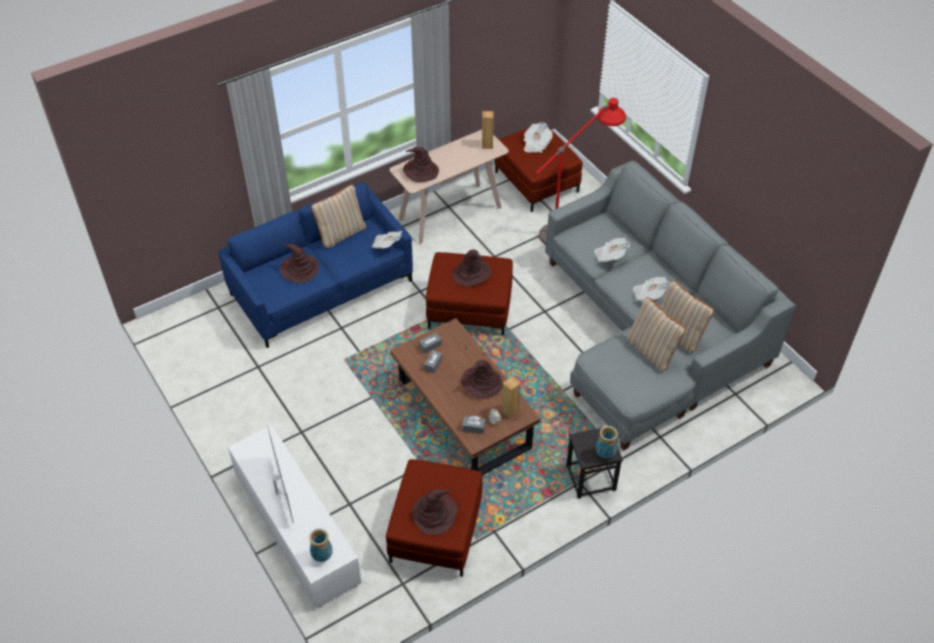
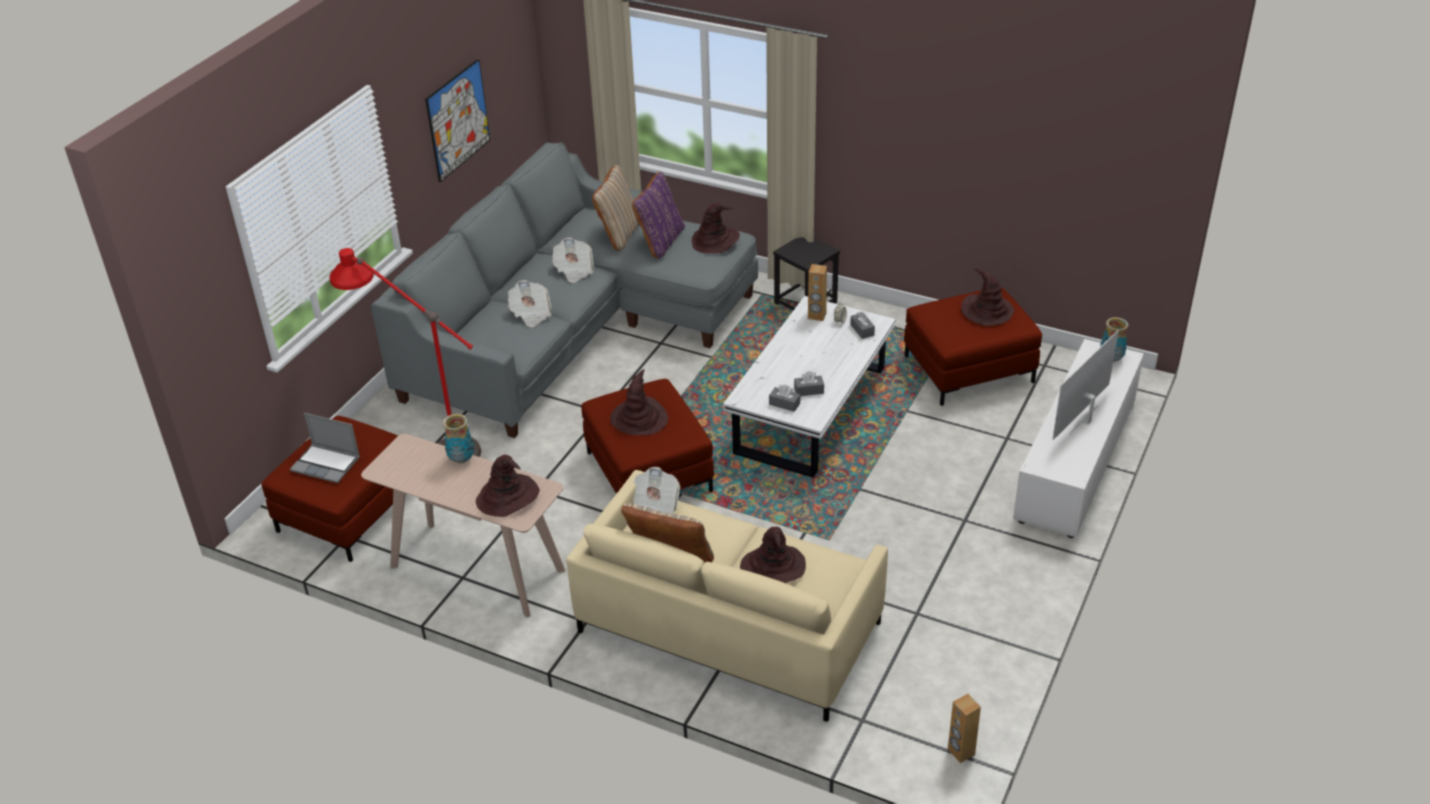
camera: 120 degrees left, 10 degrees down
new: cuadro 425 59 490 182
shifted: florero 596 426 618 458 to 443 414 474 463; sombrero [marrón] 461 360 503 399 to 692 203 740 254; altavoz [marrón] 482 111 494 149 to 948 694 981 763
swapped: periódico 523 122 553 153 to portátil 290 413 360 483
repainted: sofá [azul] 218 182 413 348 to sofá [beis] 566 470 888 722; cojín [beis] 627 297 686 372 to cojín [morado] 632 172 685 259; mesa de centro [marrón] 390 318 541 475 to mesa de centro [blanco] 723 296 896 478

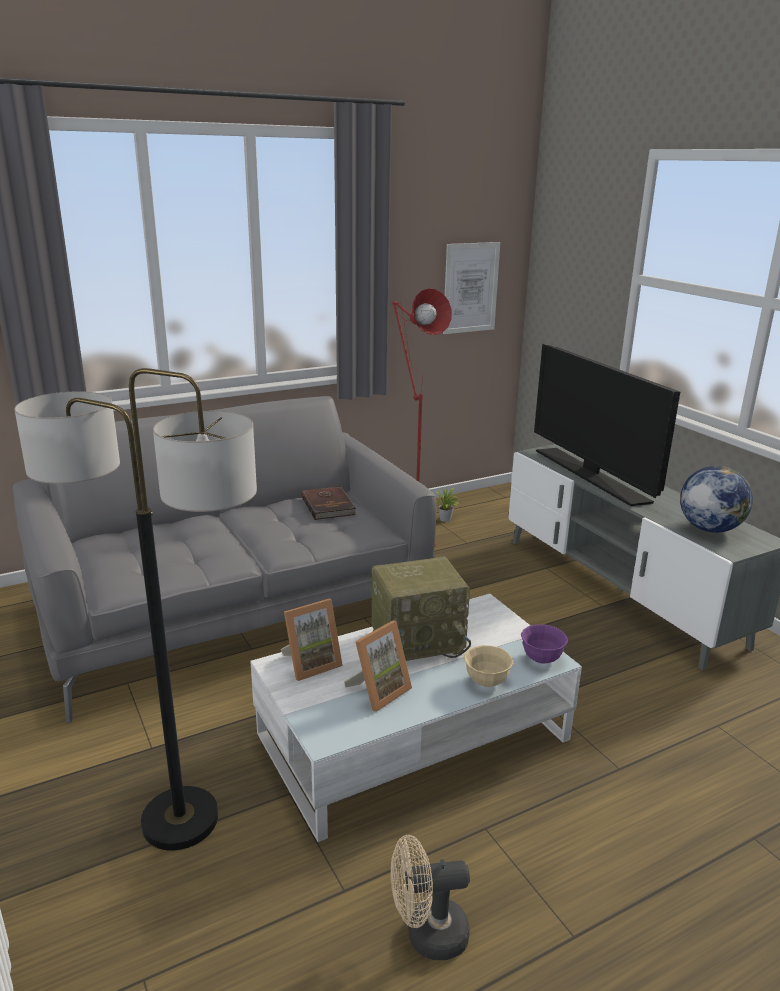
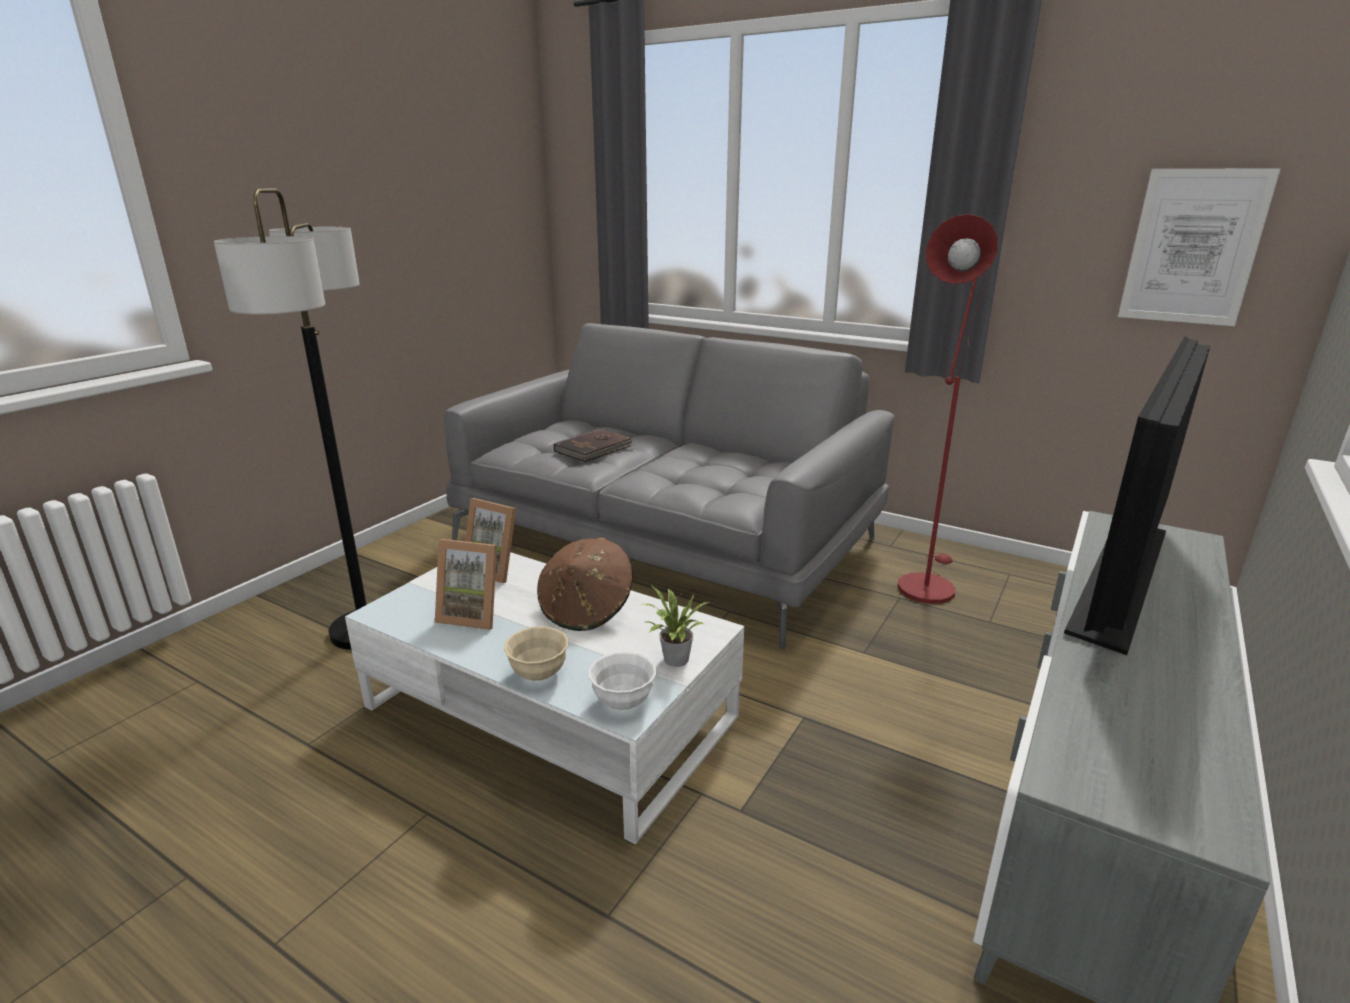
camera: 60 degrees right, 0 degrees up
gone: ventilador [beis] 391 835 470 960; globo terráqueo 680 466 753 533
shifted: libro [marrón] 301 487 356 520 to 554 429 634 462; planta en maceta 433 487 461 522 to 639 585 709 667
swapped: radio 372 557 471 661 to sombrero [marrón] 537 537 633 631
repainted: cuenco [morado] 521 624 568 664 to cuenco [blanco] 588 652 657 710

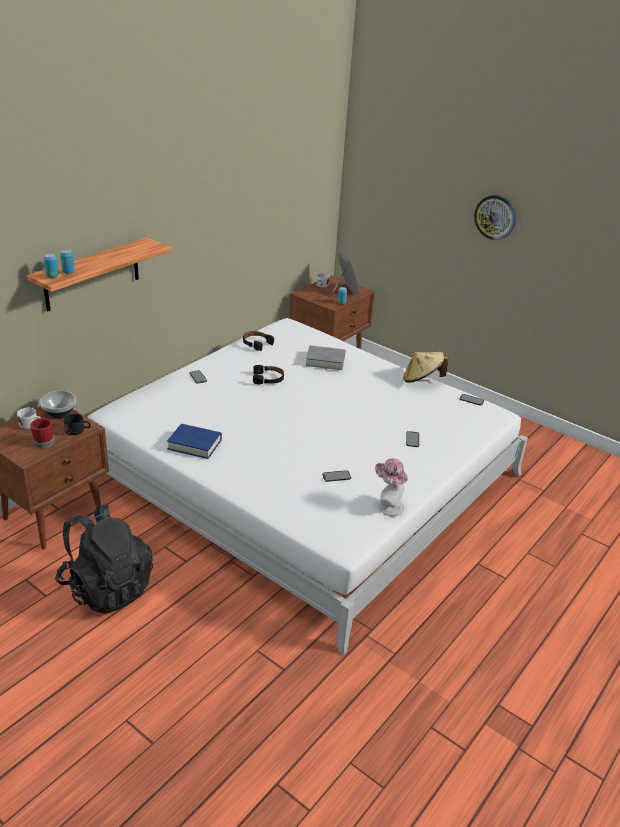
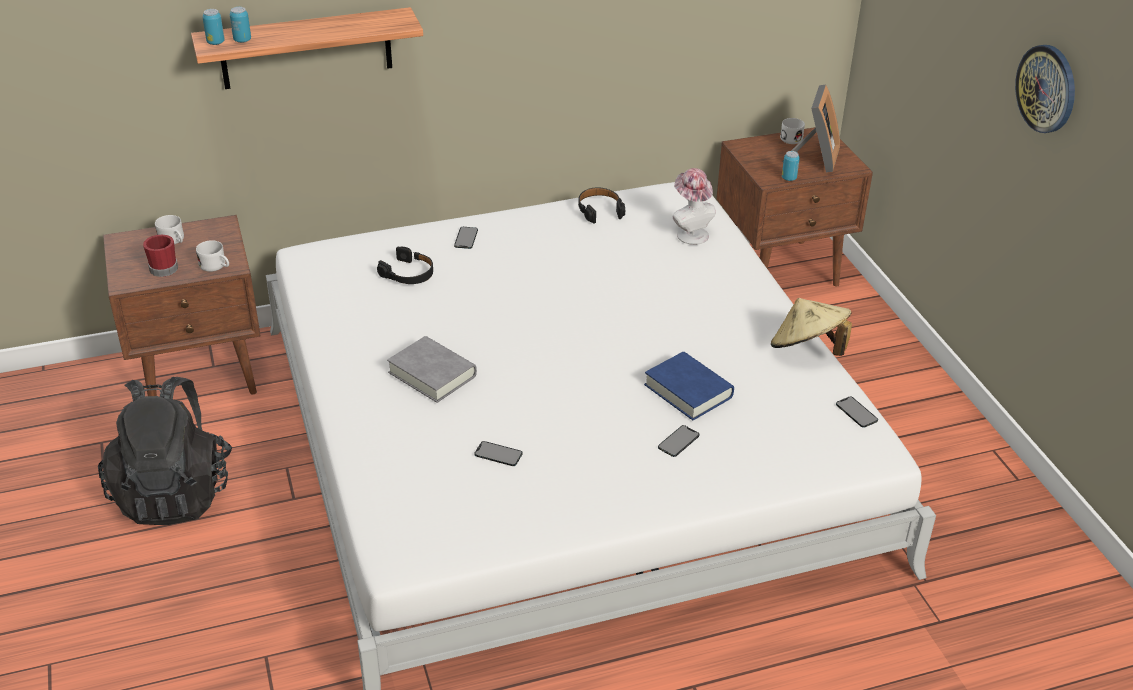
camera: 35 degrees right, 5 degrees up
gone: cuenco 40 391 76 419
shifted: auriculares [negro] 253 365 284 384 to 377 246 433 284; libro [gris] 306 345 346 370 to 387 336 477 403; libro [azul] 167 424 222 459 to 644 352 734 420; sombrero 375 458 408 516 to 673 168 716 245
repainted: taza grande [negro] 64 414 91 435 to taza grande [blanco] 196 240 229 272

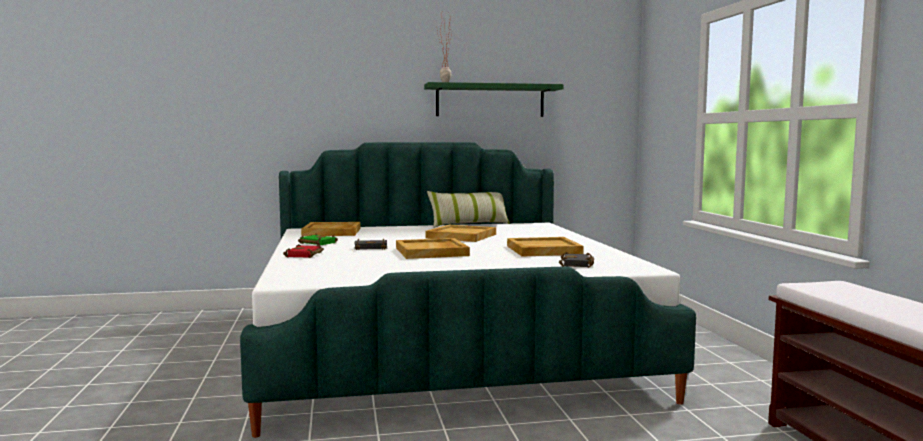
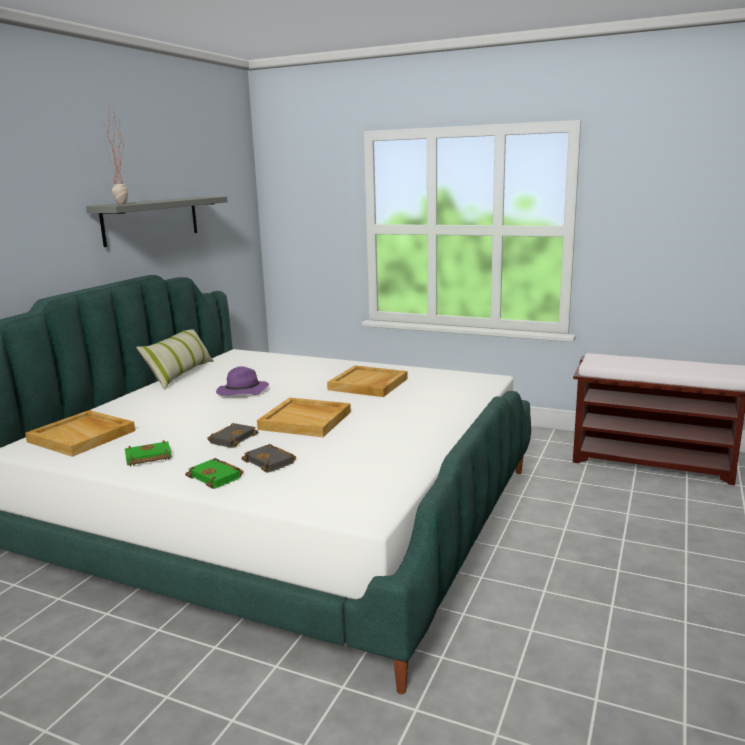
camera: 55 degrees left, 10 degrees up
shifted: libro [negro] 559 252 594 268 to 241 444 296 473
swapped: bandeja [beis] 425 225 496 242 to sombrero [morado] 216 366 269 396
repainted: estante [verde] 424 82 564 117 to estante [gris] 86 196 228 247; libro [rojo] 283 244 324 258 to libro [verde] 185 458 244 489

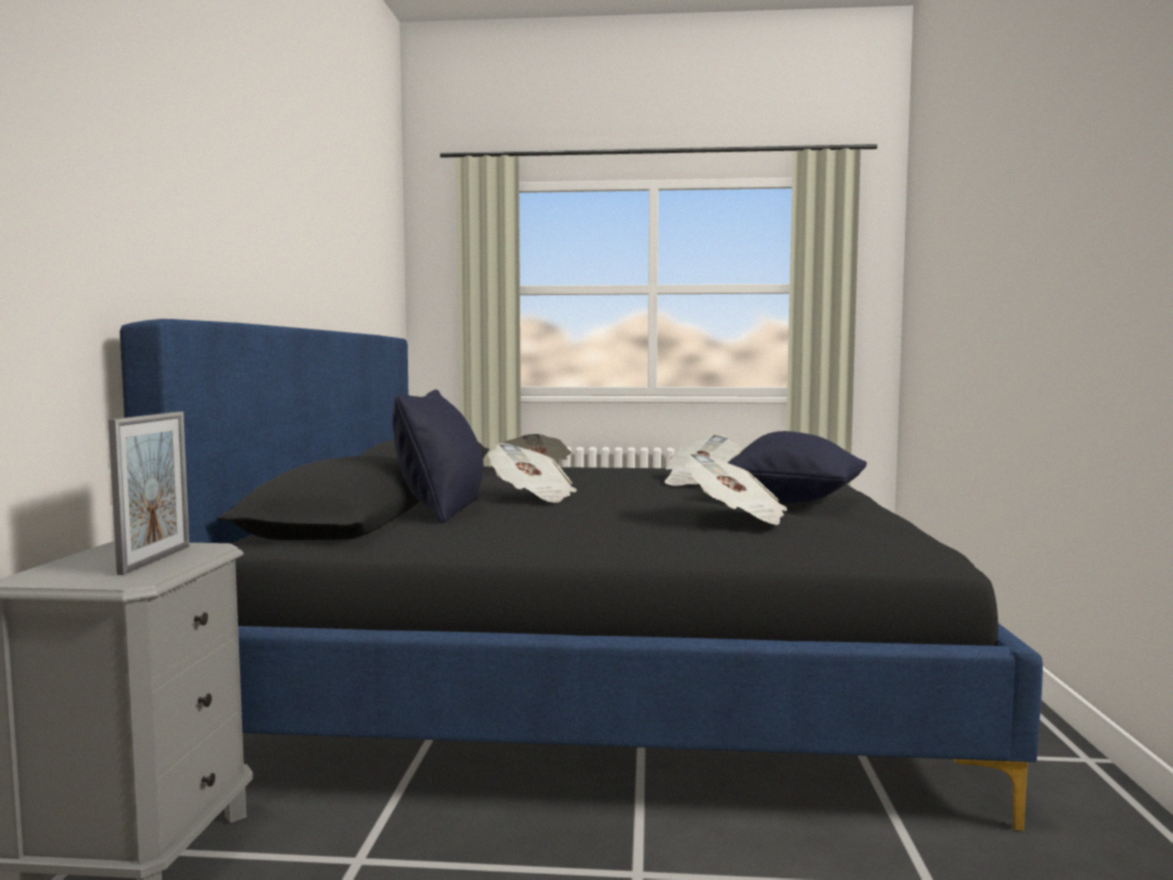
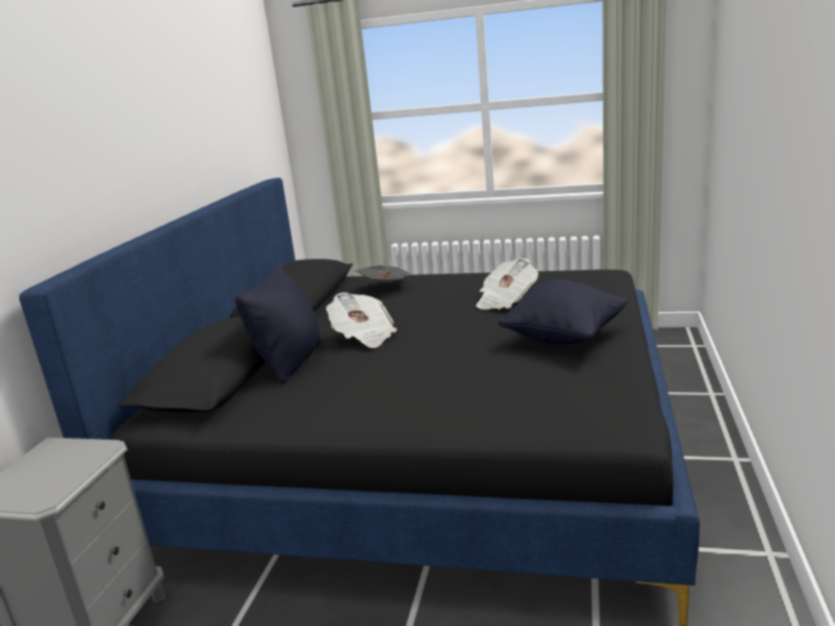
camera: 10 degrees right, 15 degrees up
gone: portarretratos 108 412 190 575; periódico 685 453 787 525

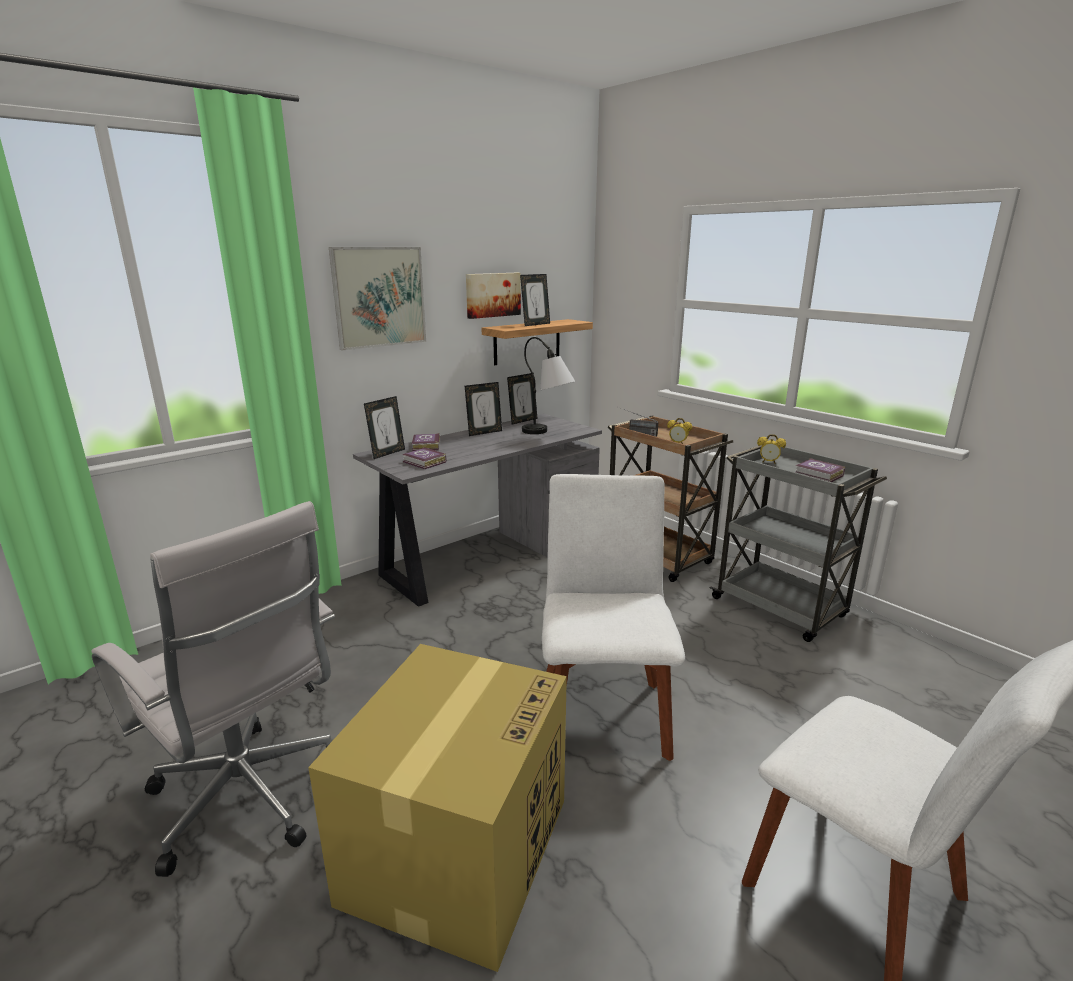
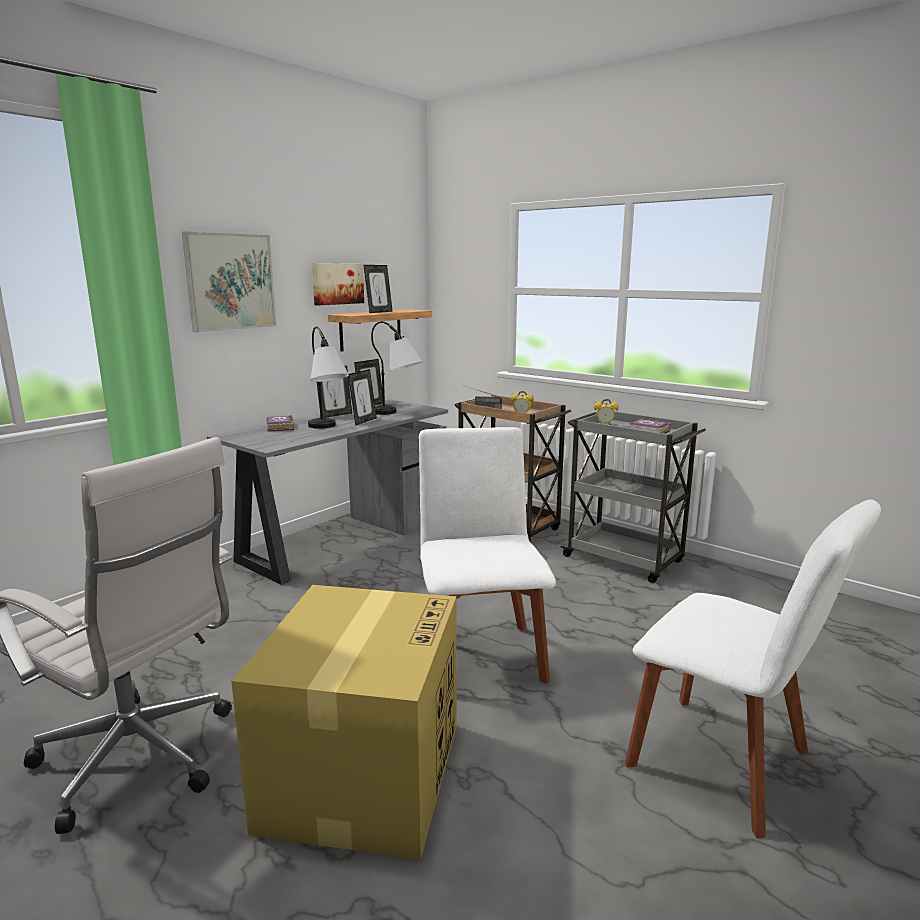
camera: 10 degrees left, 5 degrees down
gone: libro 402 447 446 469
new: lámpara de mesa 308 326 349 429
shifted: portarretratos 364 396 405 459 to 348 369 377 426

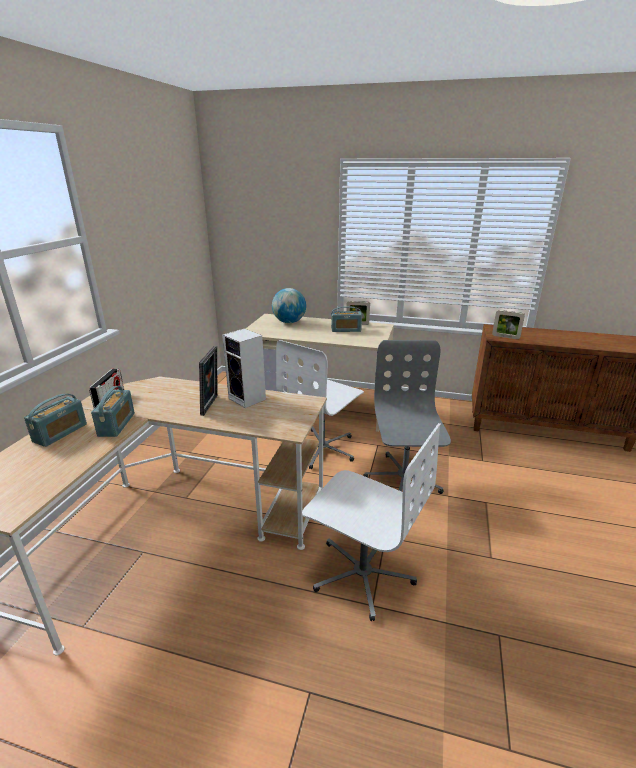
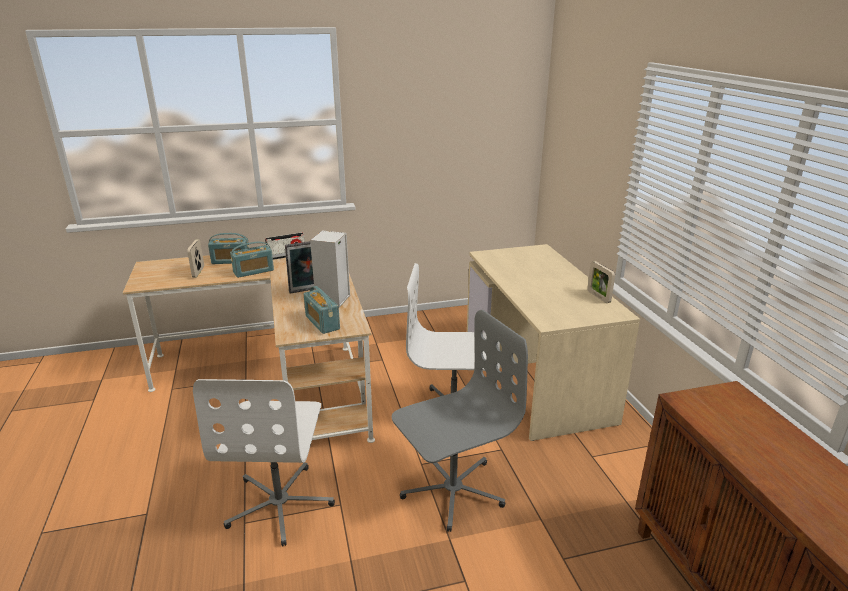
camera: 60 degrees right, 0 degrees up
gone: globo terráqueo 272 288 306 323
shifted: portarretratos 492 310 525 339 to 187 239 204 278; radio 331 307 362 332 to 304 286 340 334

